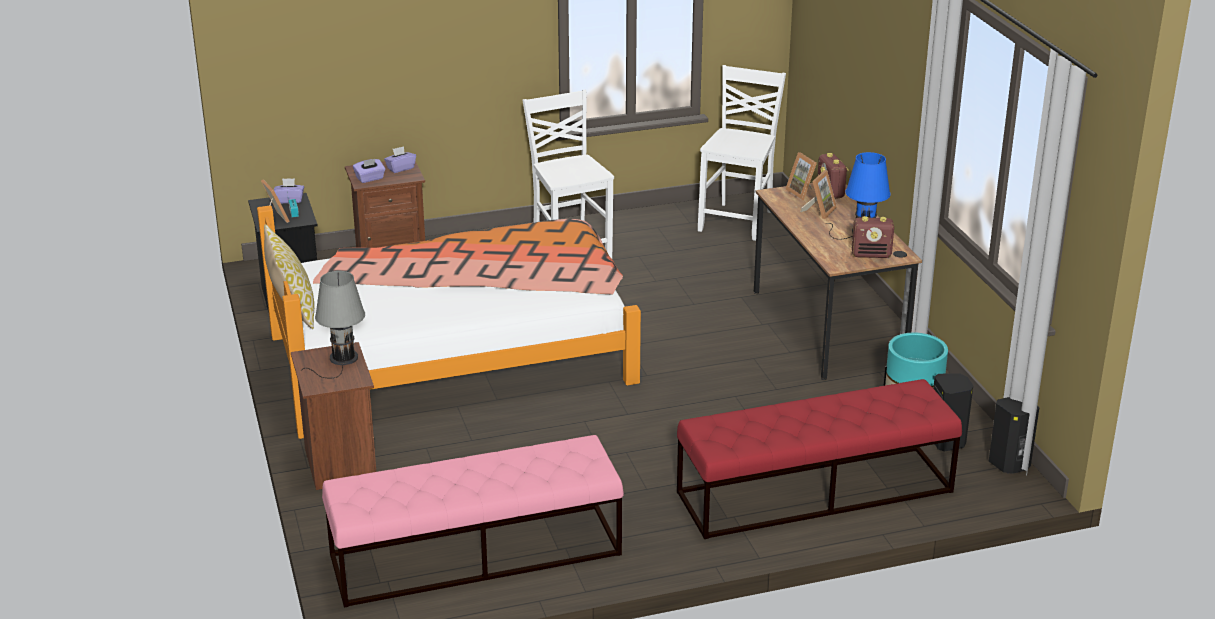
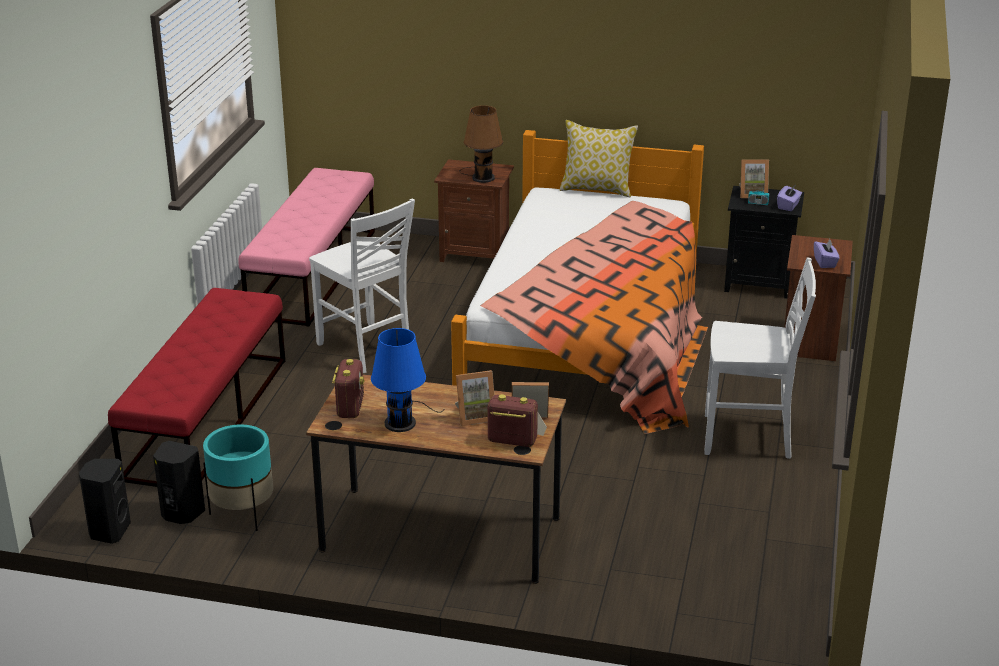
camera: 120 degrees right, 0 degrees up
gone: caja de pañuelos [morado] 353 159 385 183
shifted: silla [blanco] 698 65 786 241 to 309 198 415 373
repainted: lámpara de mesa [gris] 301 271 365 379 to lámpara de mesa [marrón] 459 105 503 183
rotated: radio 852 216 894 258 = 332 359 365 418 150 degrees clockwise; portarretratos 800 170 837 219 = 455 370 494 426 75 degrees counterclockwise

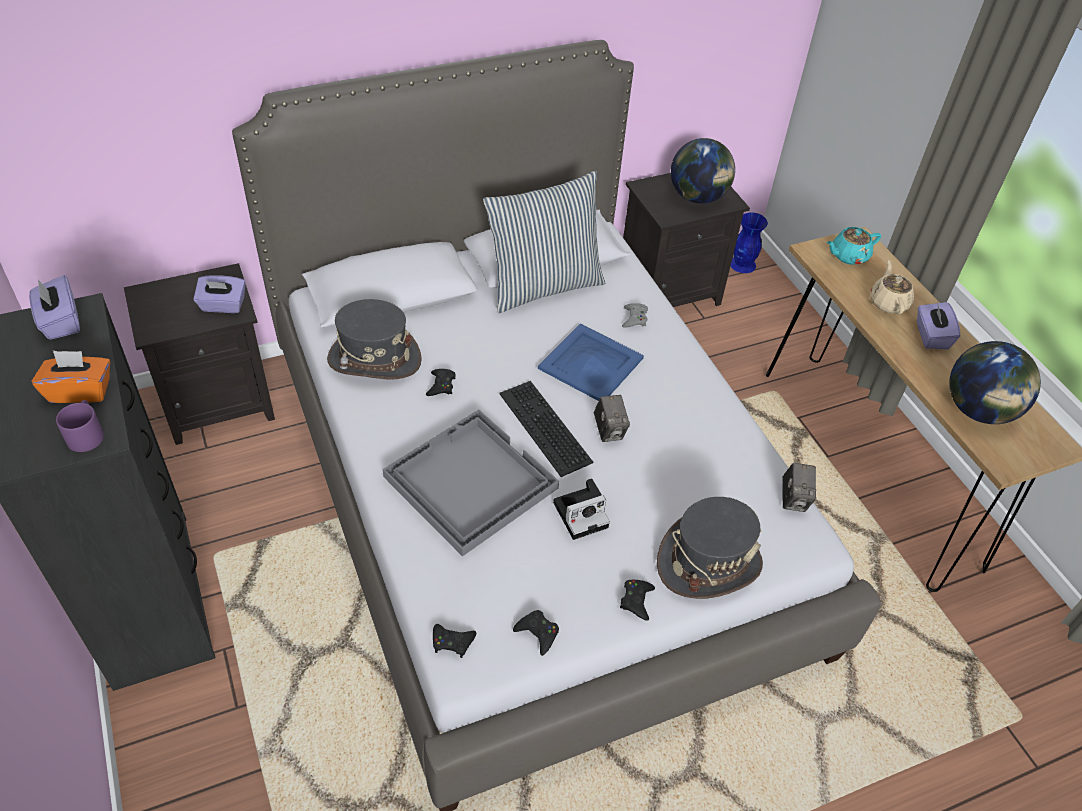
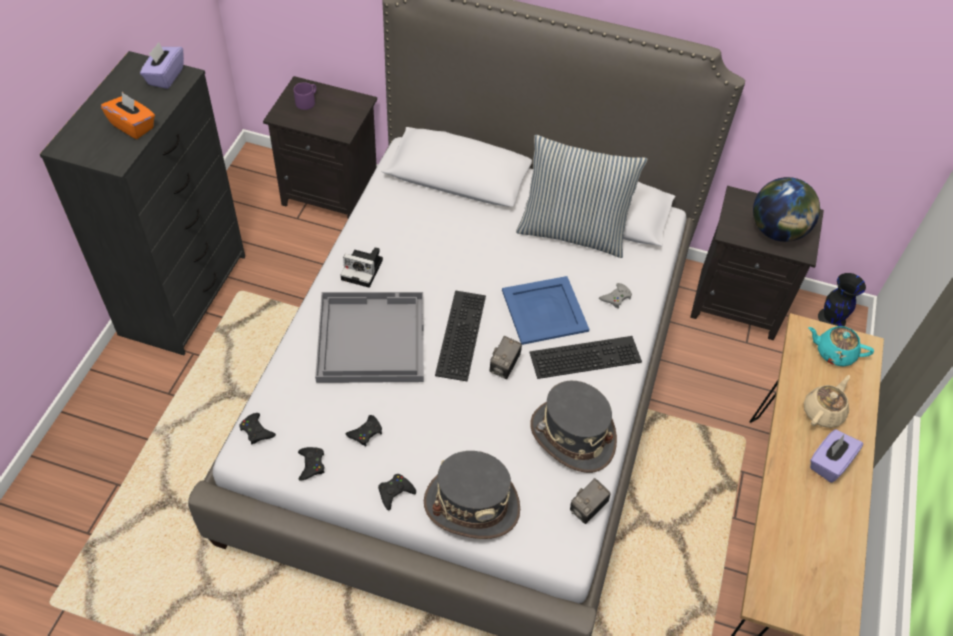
camera: 40 degrees right, 5 degrees up
gone: caja de pañuelos [morado] 193 275 246 313; globo terráqueo 949 341 1041 424
new: teclado 529 336 642 379
shifted: taza grande [morado] 56 400 104 452 to 294 82 316 110; cámara 553 478 610 540 to 340 247 383 288; mando de consola [negro] 426 369 456 396 to 346 415 382 447; sombrero [gris] 327 299 422 380 to 530 381 617 473
repainted: florero [azul] 730 212 768 273 to florero [negro] 818 273 866 326

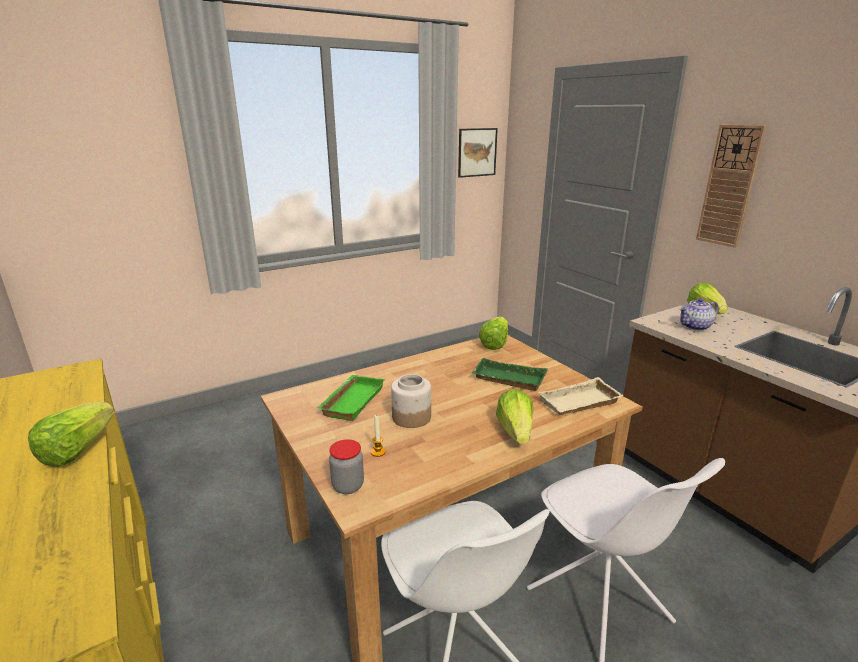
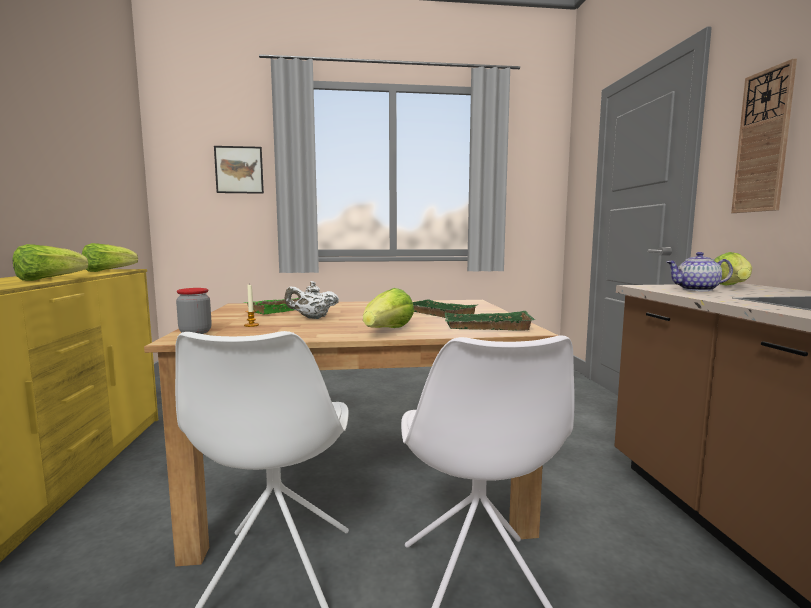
camera: 25 degrees right, 15 degrees down
shifted: lechuga 479 317 508 350 to 82 243 138 272; cuadro 458 128 498 178 to 214 146 264 194
swapped: tarro 391 374 431 428 to tetera [blanco] 284 281 339 319
repainted: bandeja [beis] 538 377 624 415 to bandeja [verde] 444 311 535 331

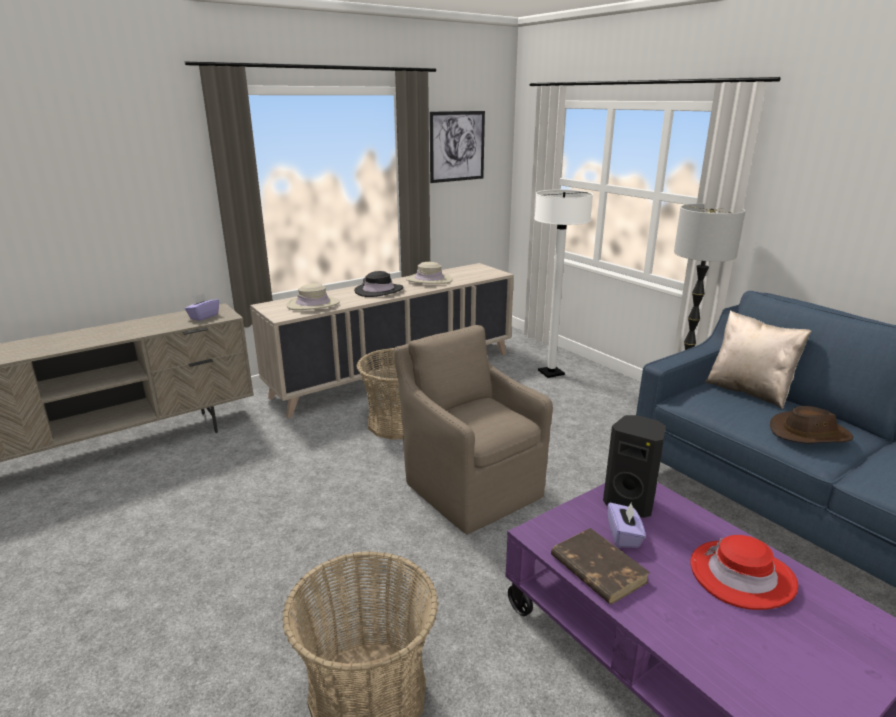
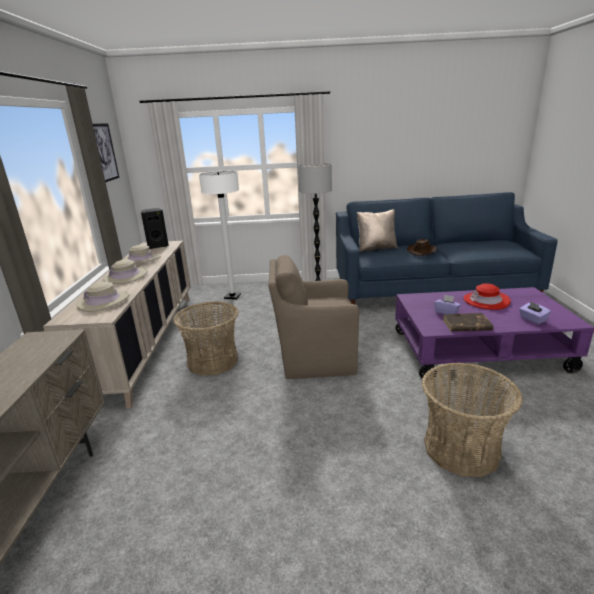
camera: 55 degrees left, 0 degrees up
shifted: altavoz [negro] 603 415 666 518 to 141 208 169 249; caja de pañuelos [morado] 185 293 219 321 to 519 302 551 324
repainted: sombrero [negro] 354 271 403 297 to sombrero [beis] 103 259 148 284

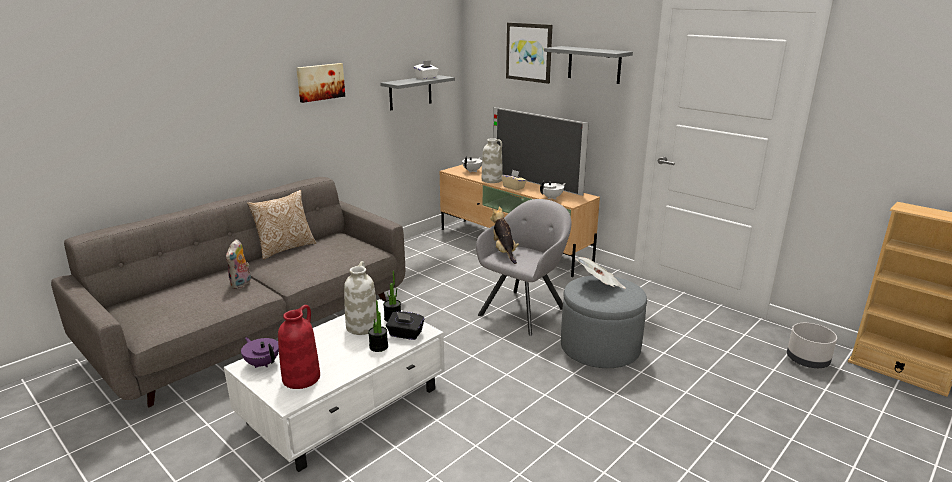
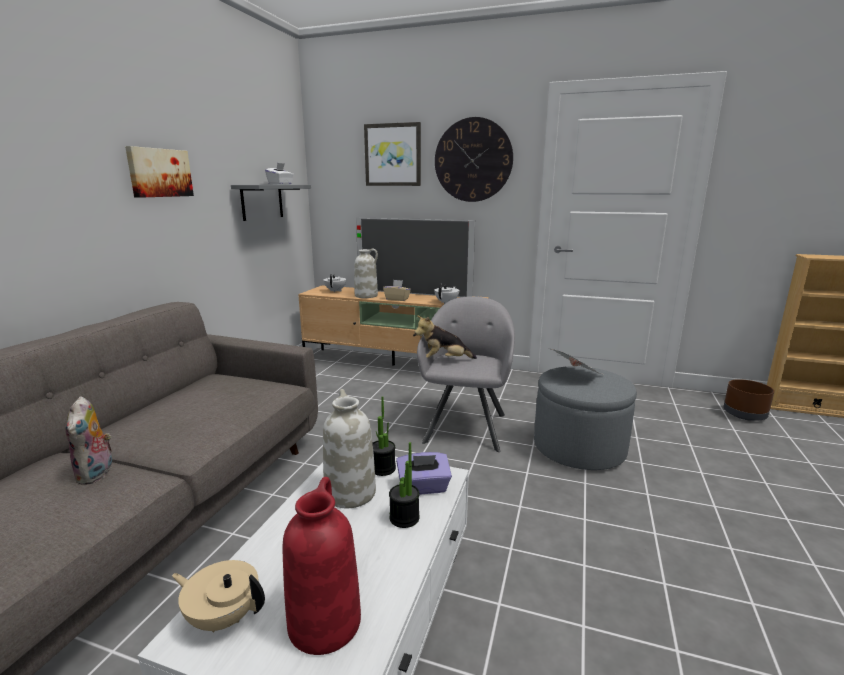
camera: 25 degrees left, 5 degrees down
gone: cojín 247 190 316 260
swapped: estante [gris] 544 46 633 84 to reloj de pared 435 117 513 202
repainted: tetera [morado] 241 337 279 368 to tetera [beis] 172 560 265 632; caja de pañuelos [negro] 386 311 424 340 to caja de pañuelos [morado] 396 452 452 495; maceta [gris] 787 323 837 368 to maceta [marrón] 723 379 774 421
rotated: peluche 490 206 519 264 = 414 315 477 359 60 degrees counterclockwise

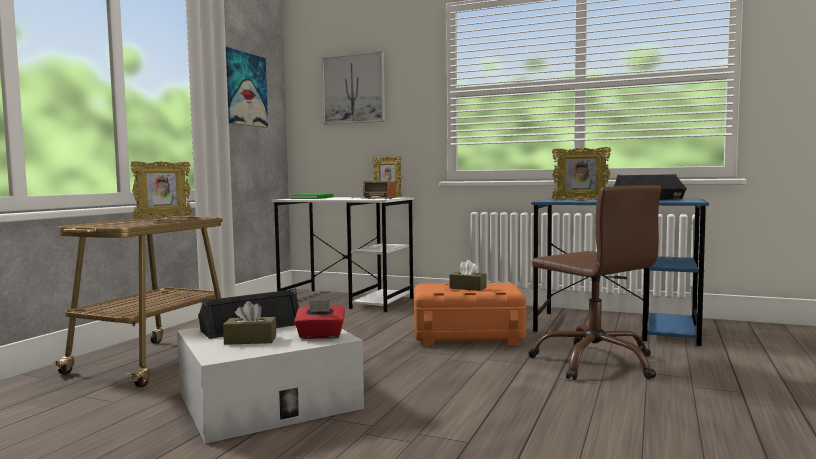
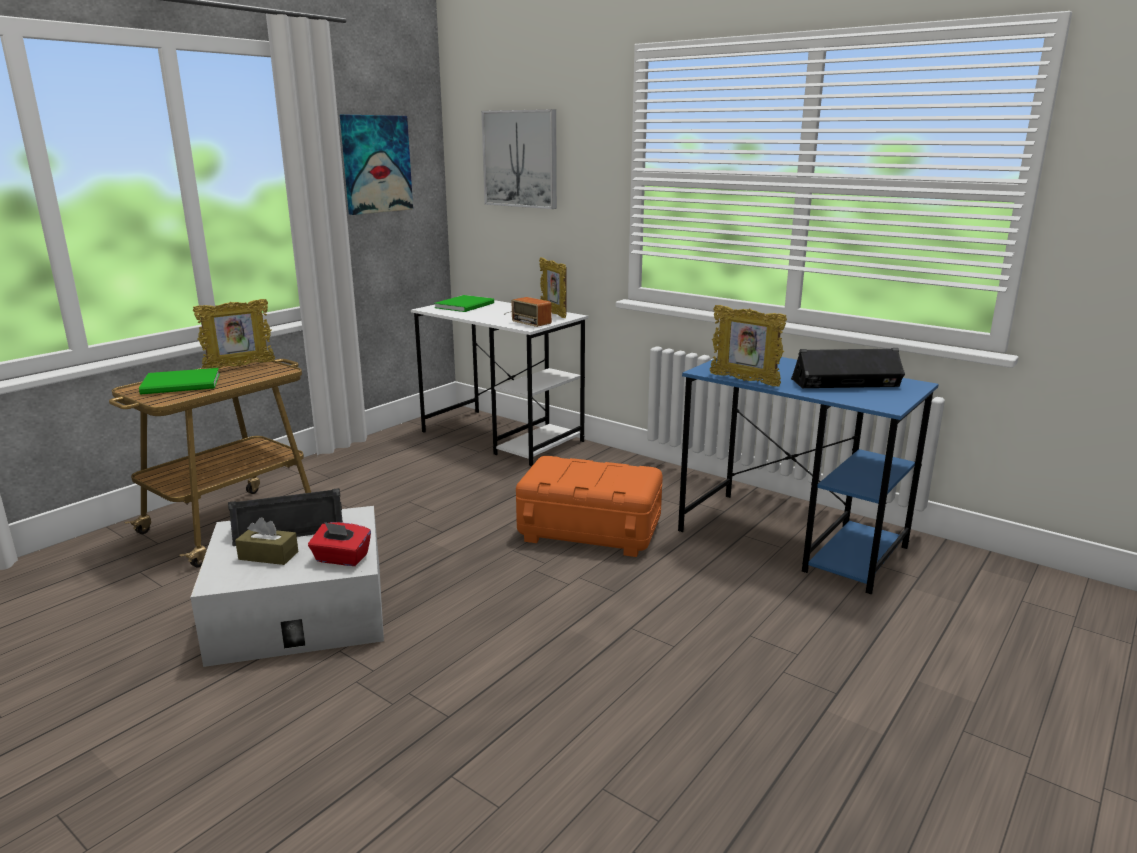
camera: 15 degrees right, 15 degrees up
gone: caja de pañuelos [marrón] 449 260 486 291; silla de oficina [marrón] 528 185 661 380
new: libro [verde] 139 368 220 395

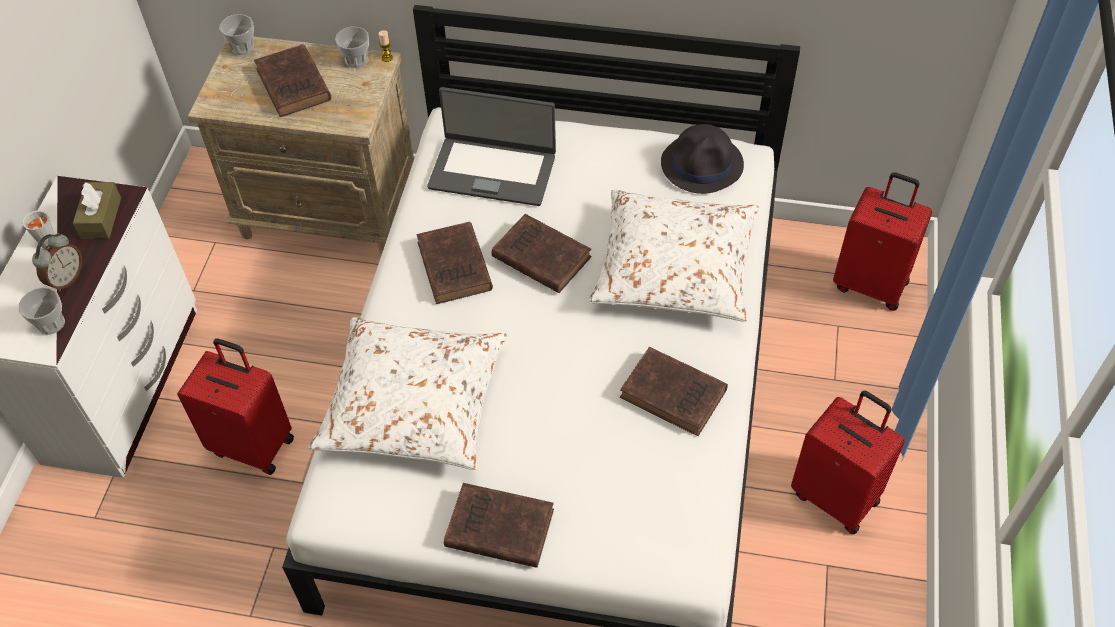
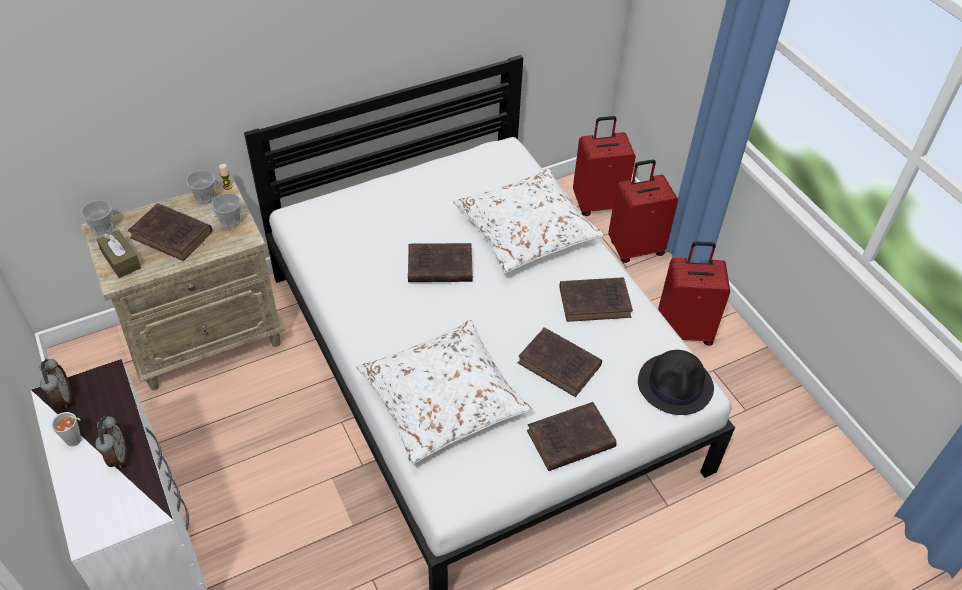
camera: 40 degrees left, 5 degrees down
gone: portátil 427 87 556 206
new: despertador 40 358 72 408
shifted: caja de pañuelos [marrón] 73 182 121 239 to 96 230 141 278; taza 19 287 65 335 to 211 193 241 228; libro [marrón] 417 222 493 304 to 518 327 602 397; maleta [rojo] 177 338 294 475 to 608 159 678 263; sombrero [negro] 661 124 744 194 to 638 350 714 415

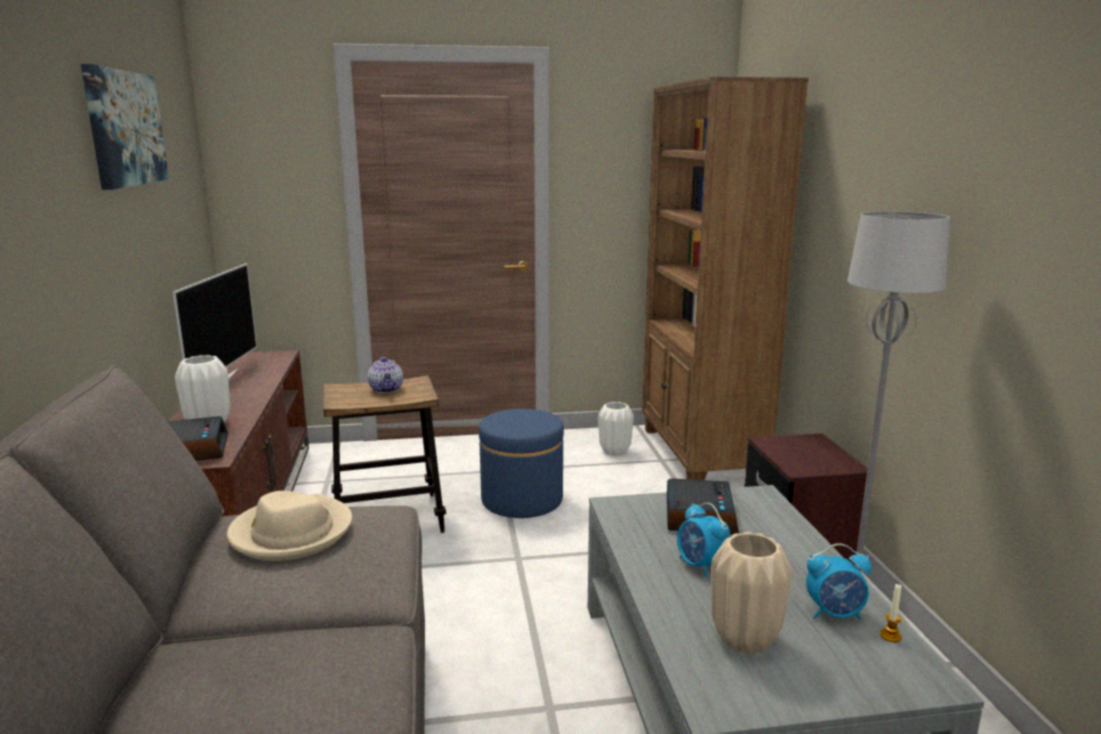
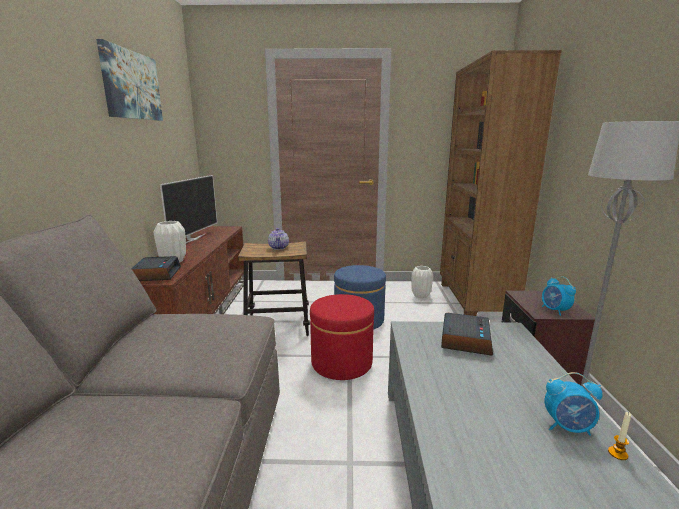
camera: 10 degrees right, 0 degrees up
gone: sombrero [beis] 227 491 352 561; florero [beis] 711 532 792 654
new: puf [rojo] 310 294 374 380
shifted: despertador 677 503 730 577 to 542 277 576 316

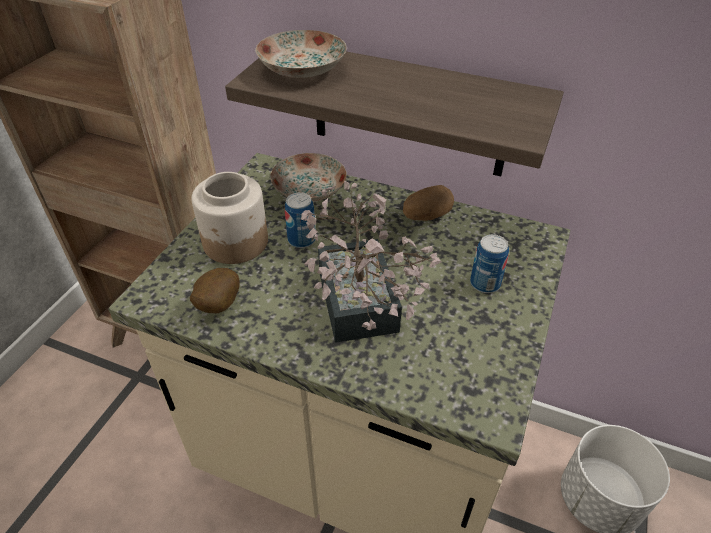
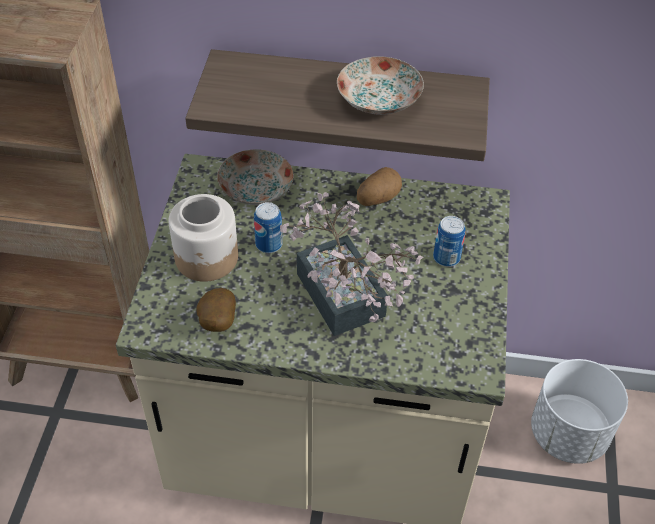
camera: 15 degrees left, 5 degrees up
shifted: plato 255 30 347 78 to 337 57 424 115

